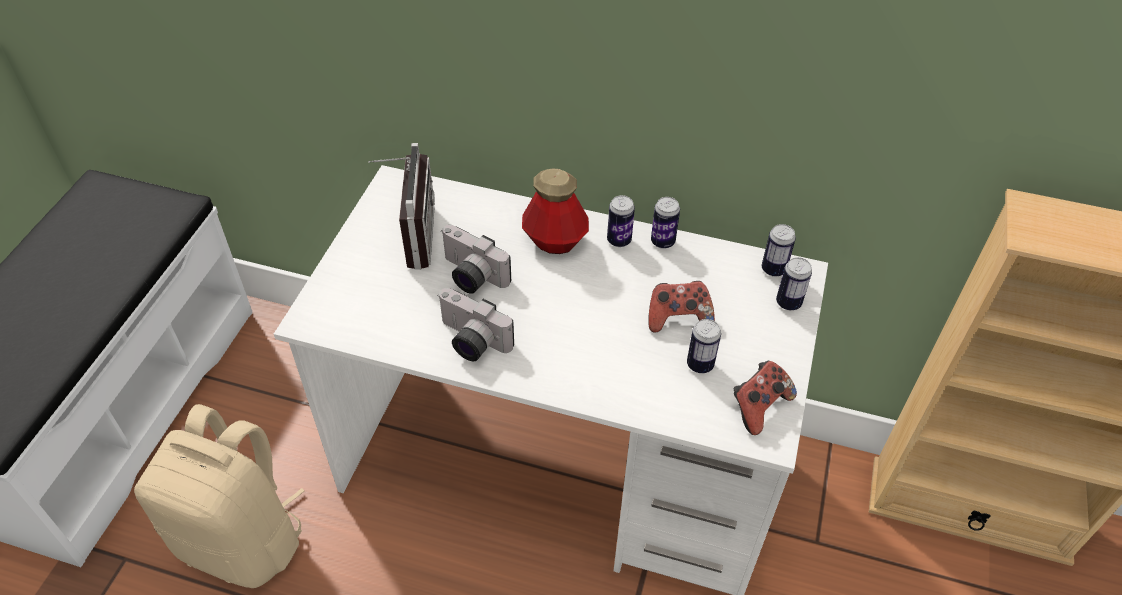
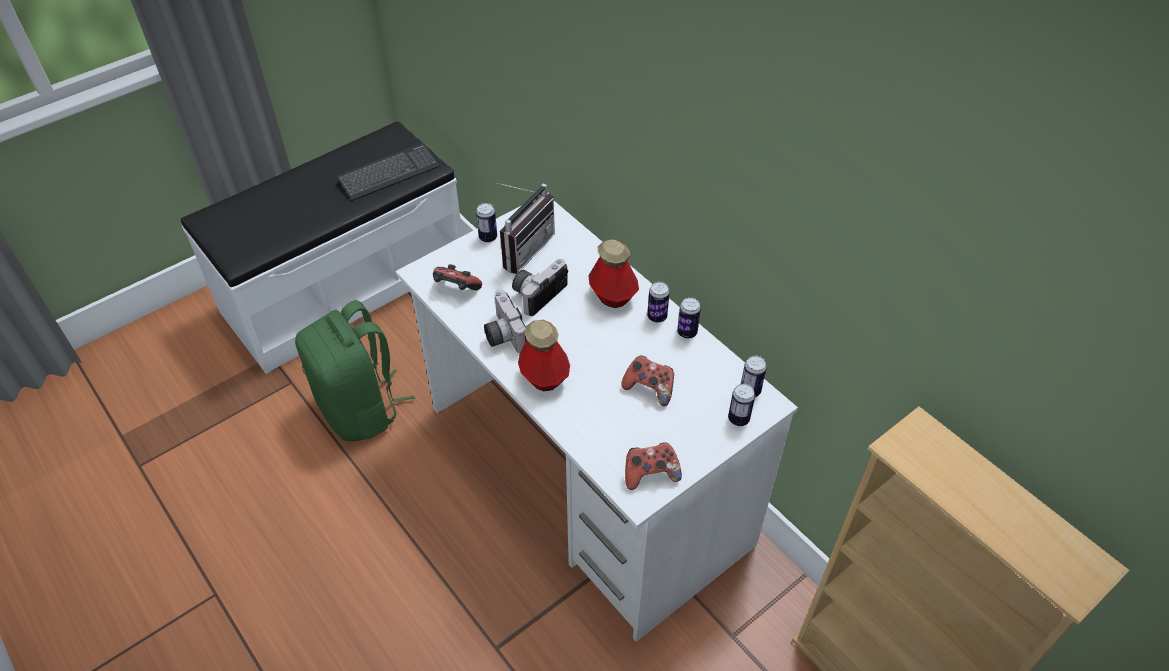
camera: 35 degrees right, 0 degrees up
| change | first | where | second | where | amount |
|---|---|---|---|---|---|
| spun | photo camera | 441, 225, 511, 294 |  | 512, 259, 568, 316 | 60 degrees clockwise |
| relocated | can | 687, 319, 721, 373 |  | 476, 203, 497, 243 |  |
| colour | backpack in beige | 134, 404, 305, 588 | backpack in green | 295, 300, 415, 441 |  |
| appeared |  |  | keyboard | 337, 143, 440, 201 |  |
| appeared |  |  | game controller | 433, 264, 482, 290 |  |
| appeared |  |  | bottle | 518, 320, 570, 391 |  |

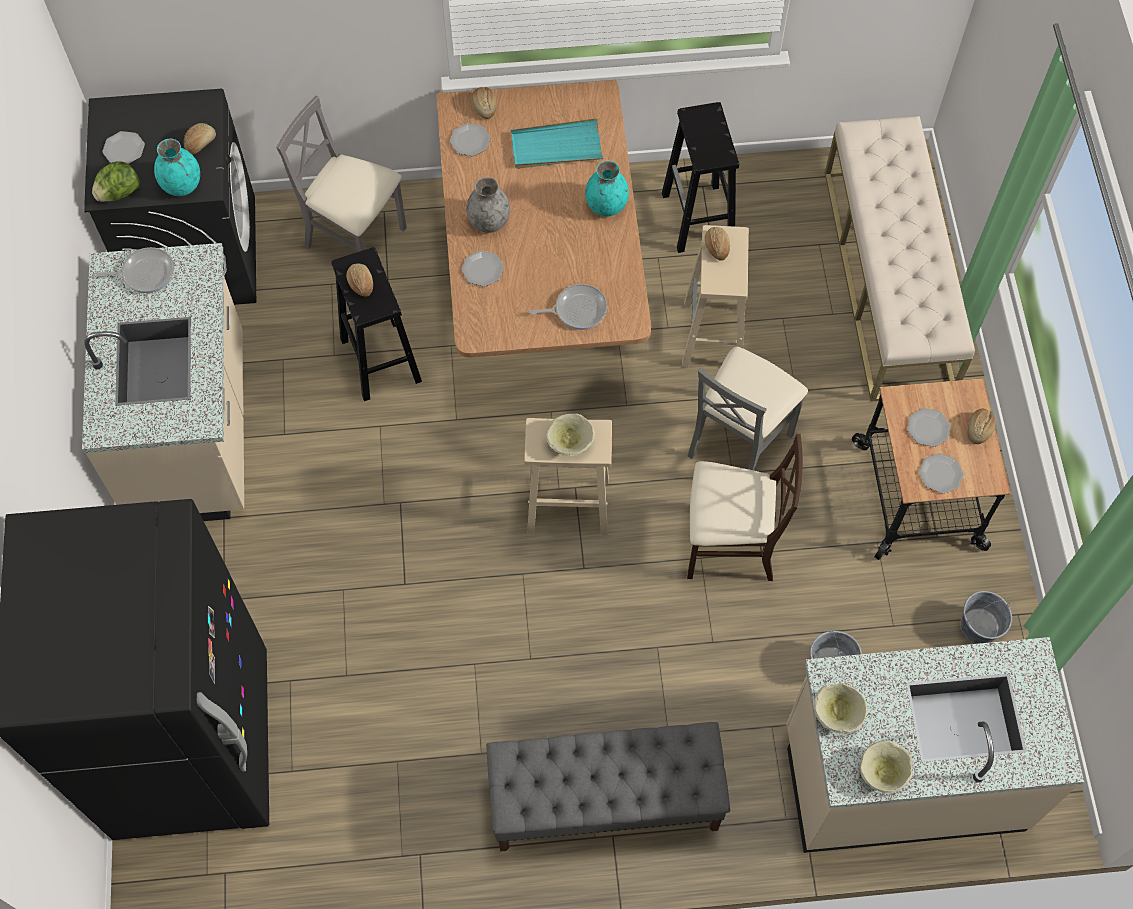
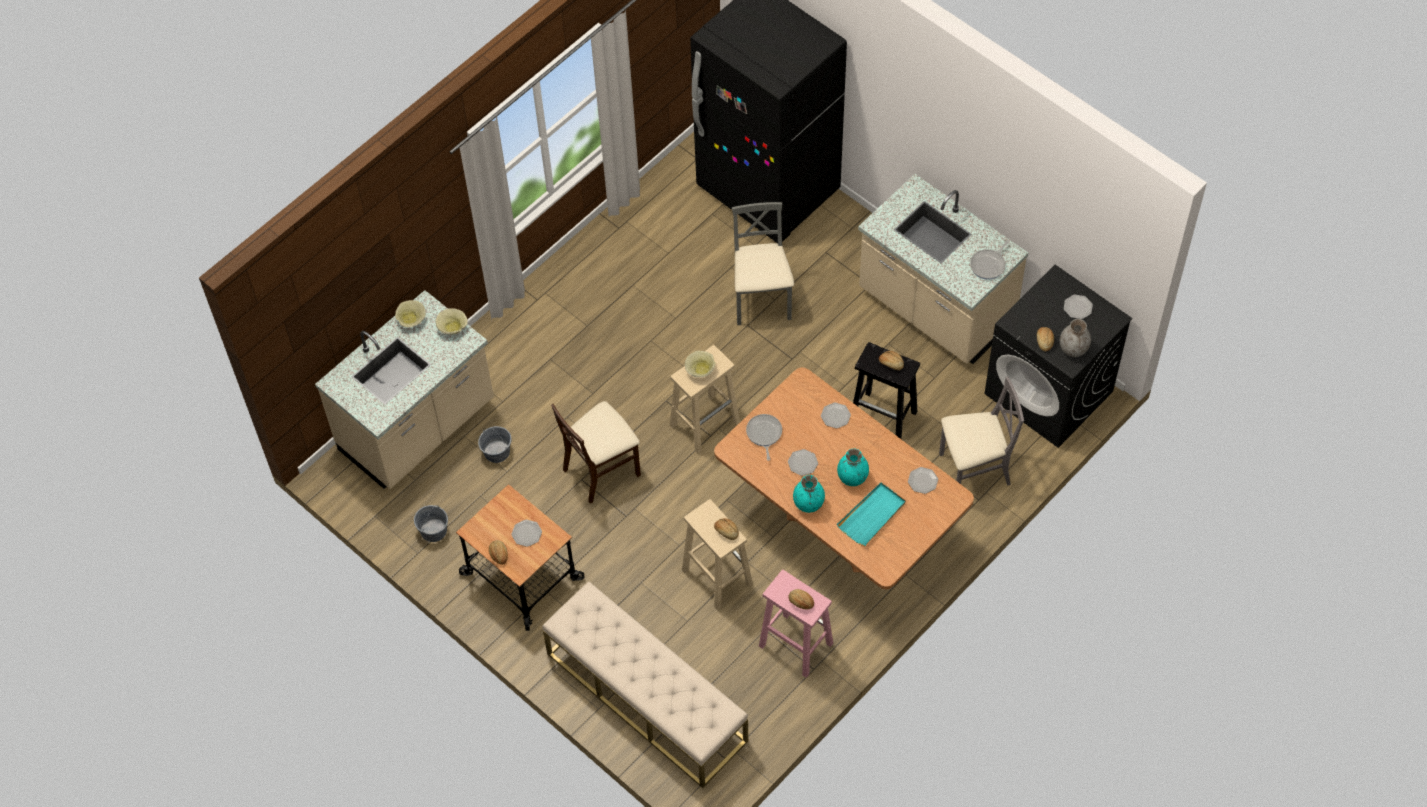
camera: 140 degrees right, 5 degrees down
| change | first | where | second | where | amount |
|---|---|---|---|---|---|
| relocated | bread | 472, 87, 497, 119 |  | 788, 589, 814, 609 |  |
| colour | stool in black | 662, 102, 739, 253 | stool in pink | 759, 570, 833, 678 |  |
| relocated | vase in turquoise | 154, 139, 200, 196 |  | 837, 449, 869, 486 |  |
| missing | lettuce | 92, 161, 140, 202 |  |  |  |
| relocated | vase in grey | 466, 177, 510, 233 |  | 1060, 319, 1091, 357 |  |
| spun | frying pan | 529, 284, 607, 330 |  | 746, 414, 782, 461 | 135 degrees clockwise |
| relocated | chair in grey | 688, 347, 808, 470 |  | 732, 202, 794, 325 |  |
| relocated | plate | 919, 453, 964, 493 |  | 788, 449, 818, 476 |  |
| missing | bench in grey | 486, 722, 730, 852 |  |  |  |

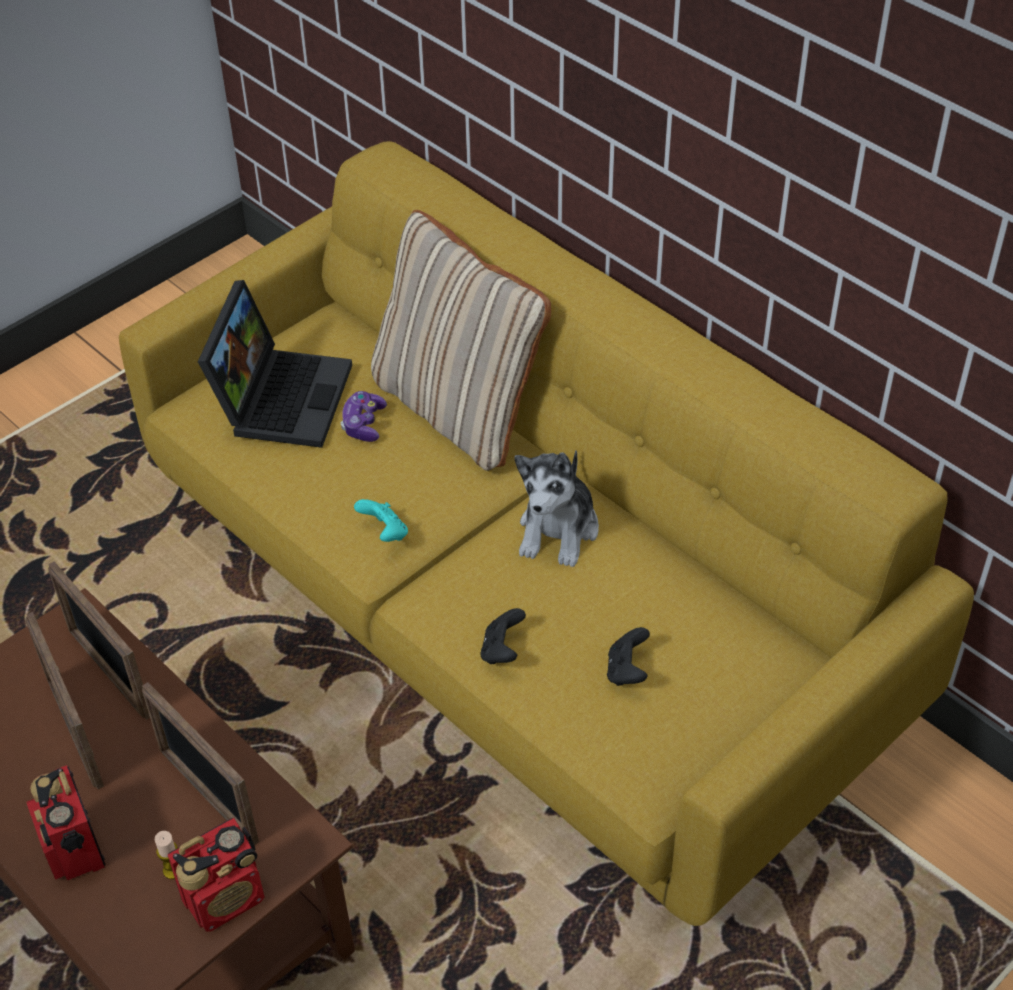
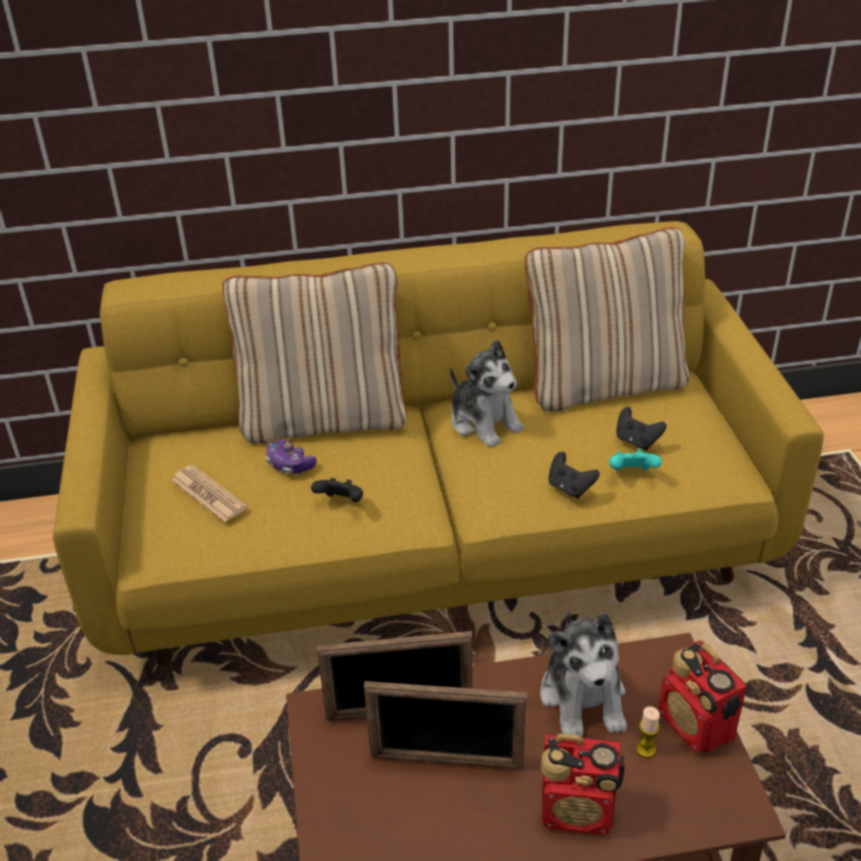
camera: 55 degrees left, 10 degrees down
| change | first | where | second | where | amount |
|---|---|---|---|---|---|
| exchanged | laptop | 198, 280, 352, 448 | newspaper | 172, 465, 247, 522 |  |
| relocated | game controller in turquoise | 354, 499, 408, 542 |  | 609, 449, 662, 471 |  |
| exchanged | picture frame | 142, 682, 259, 846 | plush toy | 540, 609, 627, 737 |  |
| spun | radio | 168, 818, 265, 931 |  | 658, 640, 747, 753 | 150 degrees clockwise |
| appeared |  |  | pillow in beige | 525, 227, 689, 411 |  |
| appeared |  |  | game controller in black | 311, 478, 363, 502 |  |

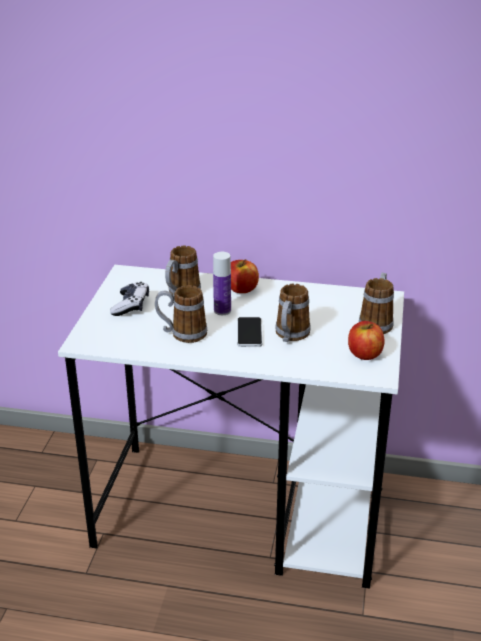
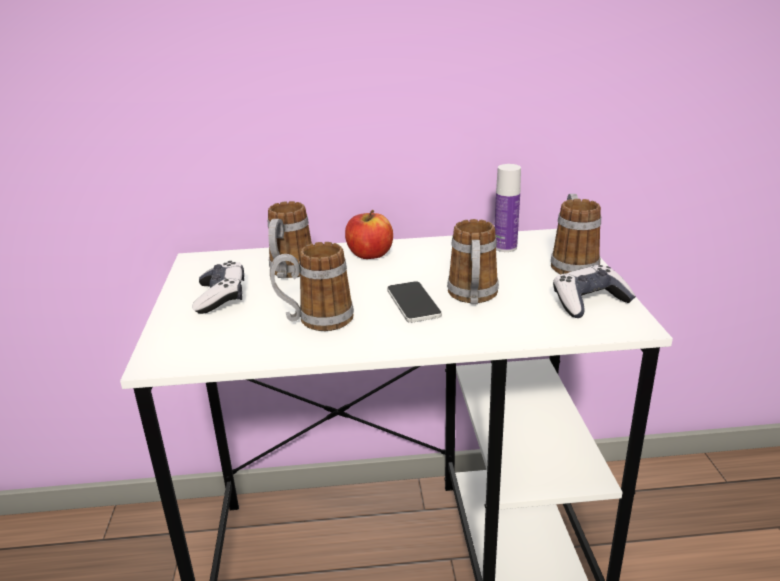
camera: 15 degrees left, 5 degrees down
| change | first | where | second | where | amount |
|---|---|---|---|---|---|
| relocated | bottle | 213, 252, 231, 315 |  | 495, 164, 521, 252 |  |
| exchanged | apple | 348, 321, 385, 360 | game controller | 553, 265, 636, 318 |  |

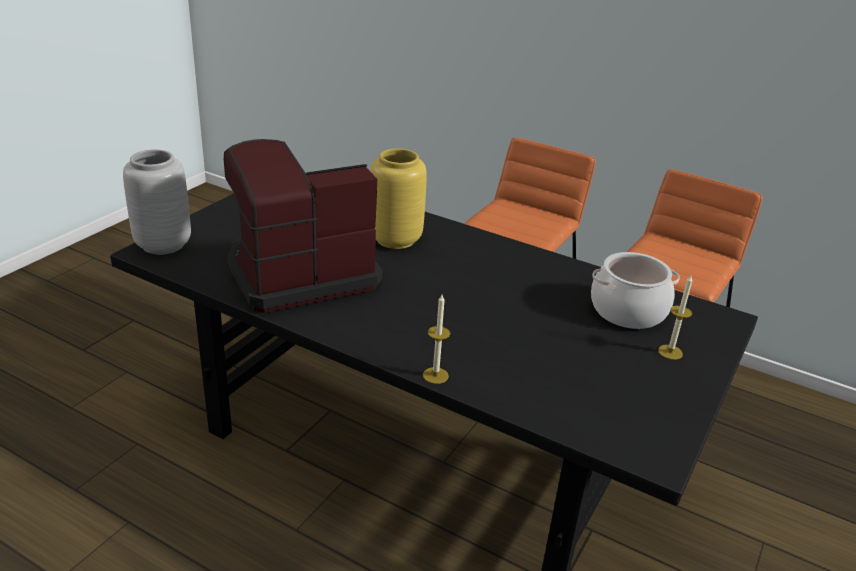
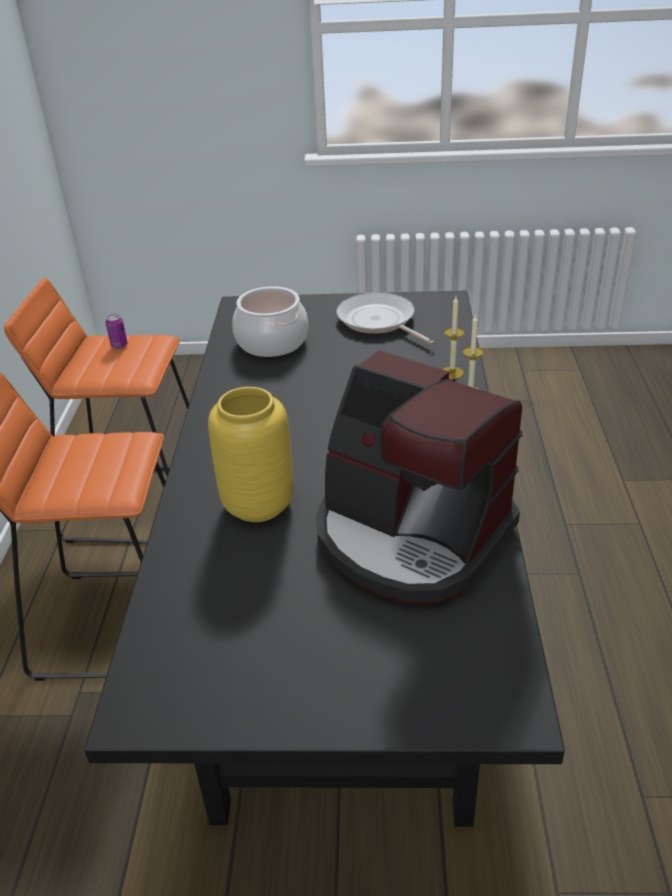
camera: 115 degrees left, 5 degrees up
| change | first | where | second | where | amount |
|---|---|---|---|---|---|
| missing | vase in grey | 123, 149, 191, 255 |  |  |  |
| relocated | candle | 658, 275, 692, 360 |  | 443, 297, 464, 379 |  |
| appeared |  |  | frying pan | 337, 292, 434, 345 |  |
| appeared |  |  | can | 106, 314, 128, 349 |  |

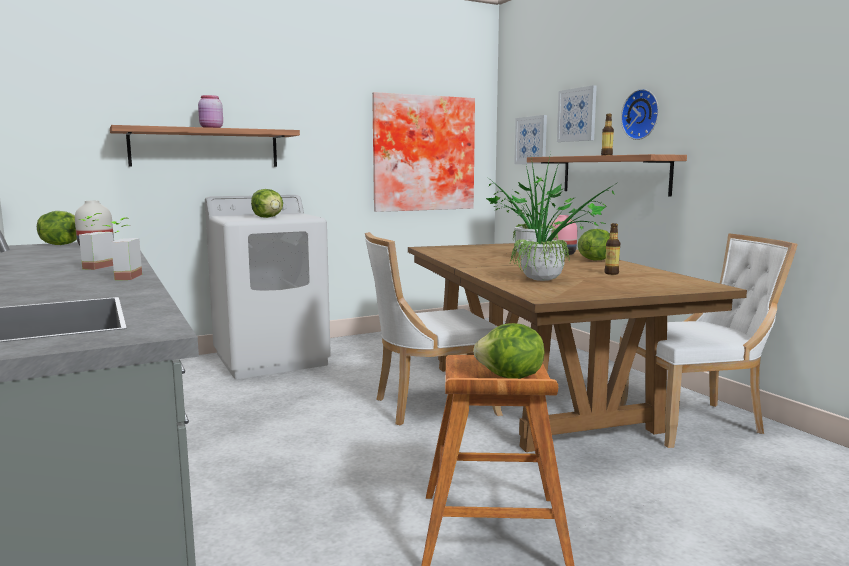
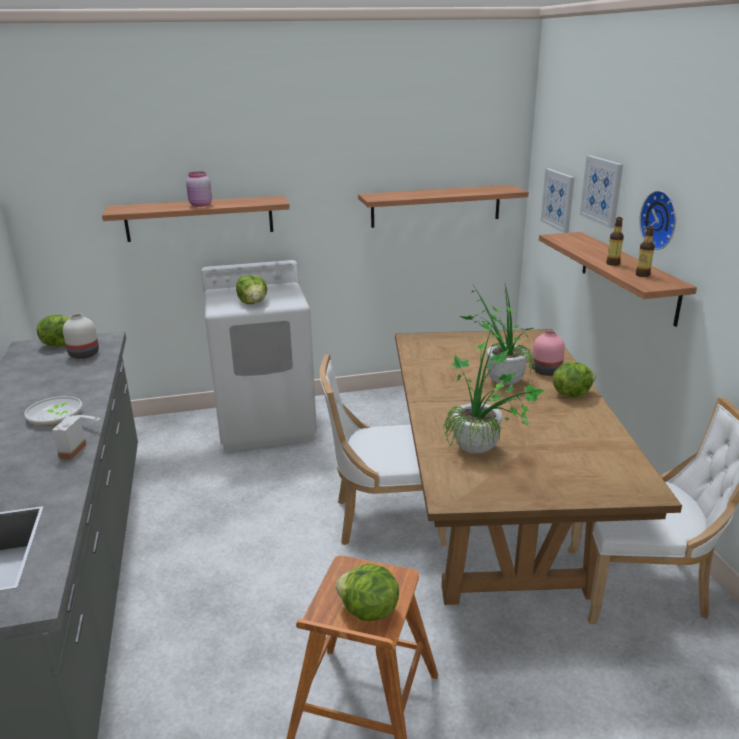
camera: 15 degrees right, 15 degrees up
| change | first | where | second | where | amount |
|---|---|---|---|---|---|
| exchanged | picture | 372, 92, 475, 212 | shelf | 358, 185, 529, 228 |  |
| exchanged | potted plant | 79, 213, 113, 270 | frying pan | 24, 396, 101, 426 |  |
| relocated | bottle | 604, 223, 620, 275 |  | 636, 226, 655, 277 |  |

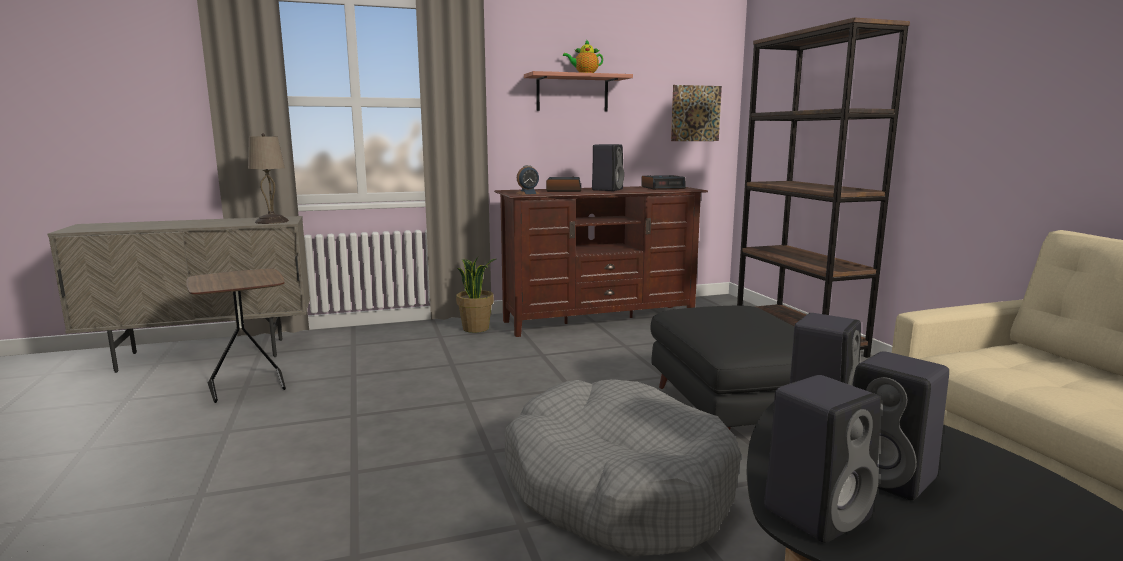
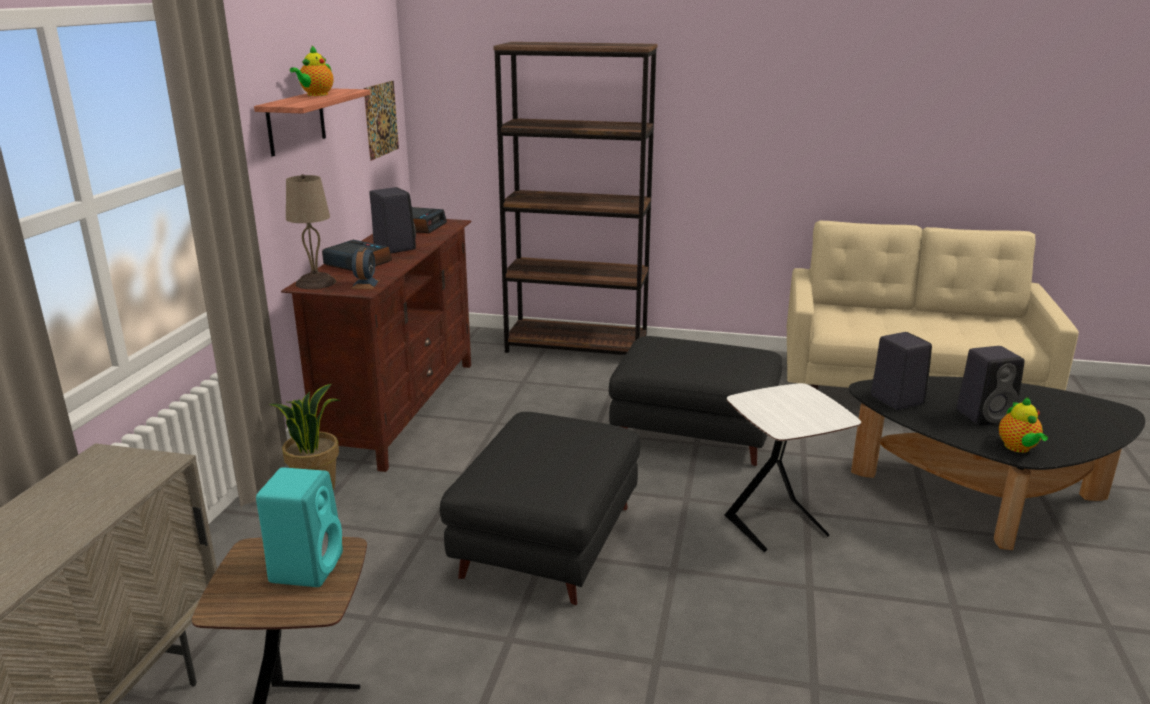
camera: 60 degrees left, 10 degrees up
| change | first | where | second | where | amount |
|---|---|---|---|---|---|
| relocated | table lamp in beige | 248, 133, 289, 224 |  | 286, 174, 336, 289 |  |
| exchanged | speaker in black | 764, 375, 881, 543 | teapot | 999, 397, 1048, 453 |  |
| exchanged | dog bed in grey | 505, 379, 741, 557 | side table in white | 724, 383, 861, 552 |  |
| appeared |  |  | ottoman in black | 440, 412, 640, 605 |  |
| appeared |  |  | speaker in turquoise | 256, 468, 343, 587 |  |

